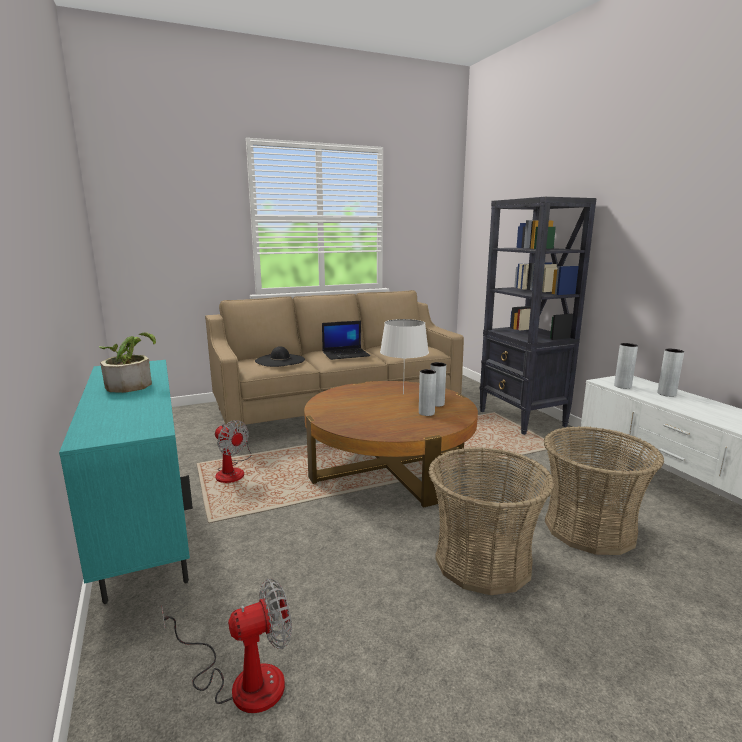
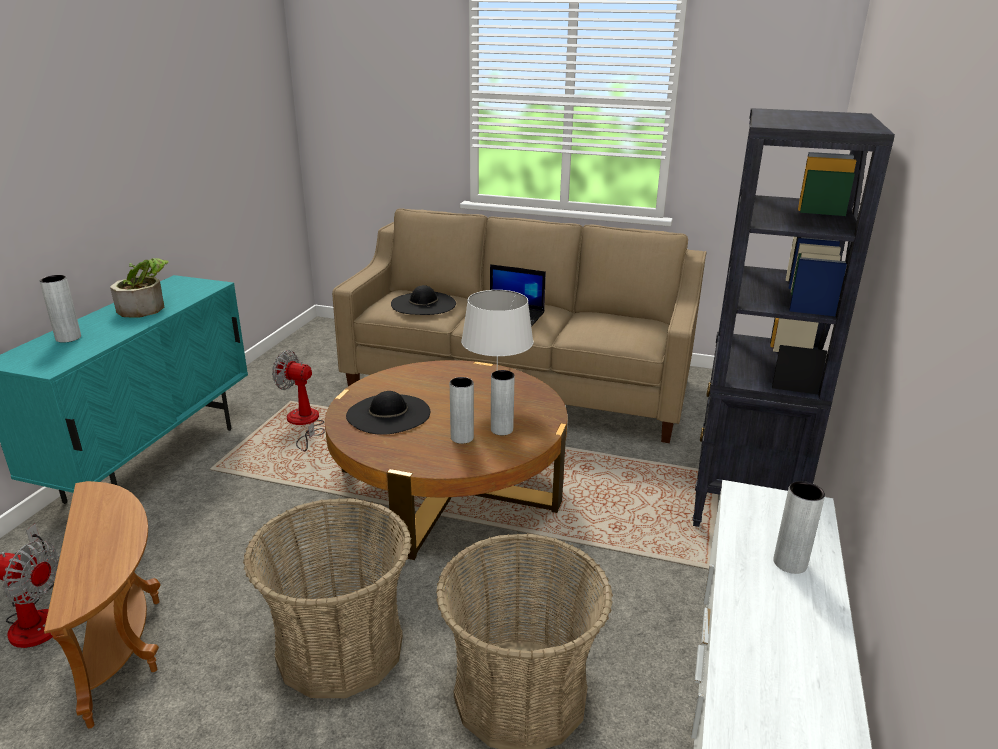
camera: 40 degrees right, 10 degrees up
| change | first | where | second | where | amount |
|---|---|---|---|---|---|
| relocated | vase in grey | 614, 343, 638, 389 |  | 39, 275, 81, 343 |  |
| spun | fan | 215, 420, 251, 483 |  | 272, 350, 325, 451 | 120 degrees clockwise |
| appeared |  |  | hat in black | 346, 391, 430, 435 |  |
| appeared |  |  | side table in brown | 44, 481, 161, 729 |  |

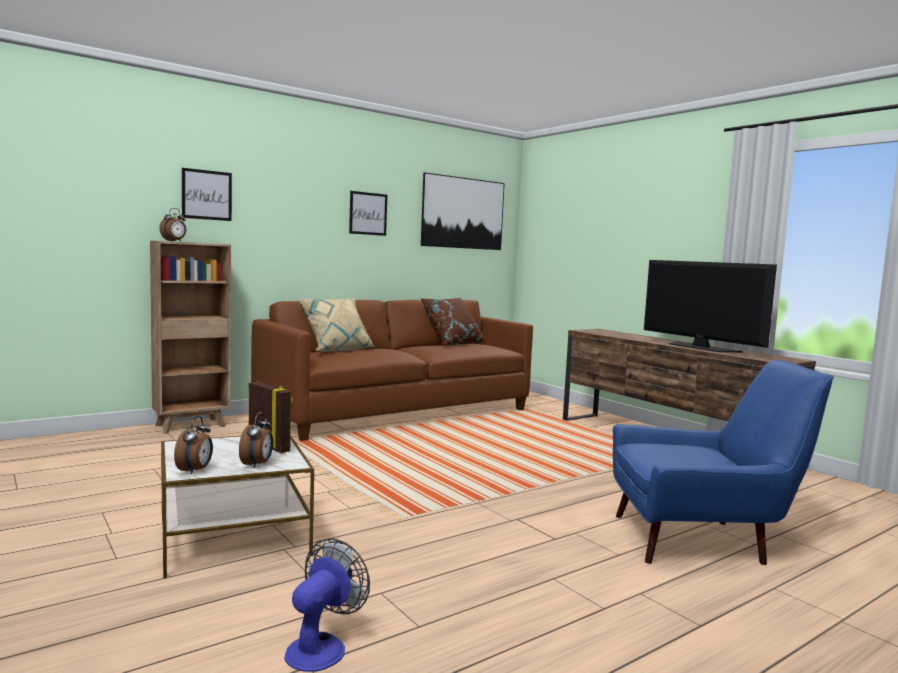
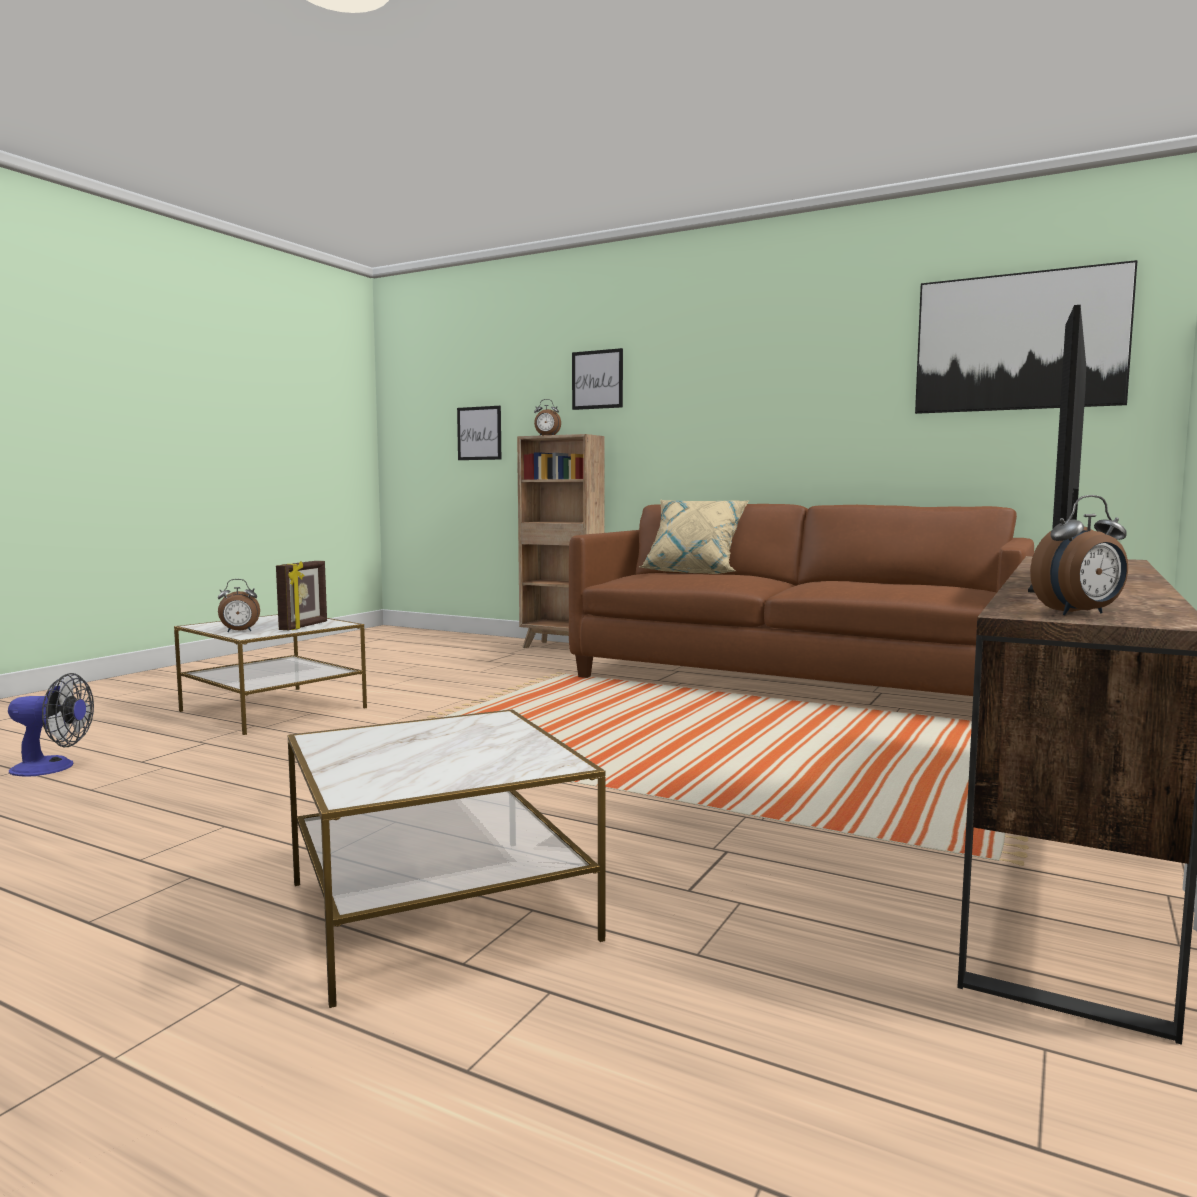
camera: 65 degrees right, 0 degrees up
| change | first | where | second | where | amount |
|---|---|---|---|---|---|
| relocated | picture | 349, 191, 387, 236 |  | 457, 406, 501, 460 |  |
| missing | pillow in brown | 420, 298, 484, 345 |  |  |  |
| exchanged | armchair in blue | 613, 360, 834, 565 | side table | 288, 709, 606, 1008 |  |
| relocated | alarm clock | 174, 416, 213, 474 |  | 1030, 495, 1128, 615 |  |

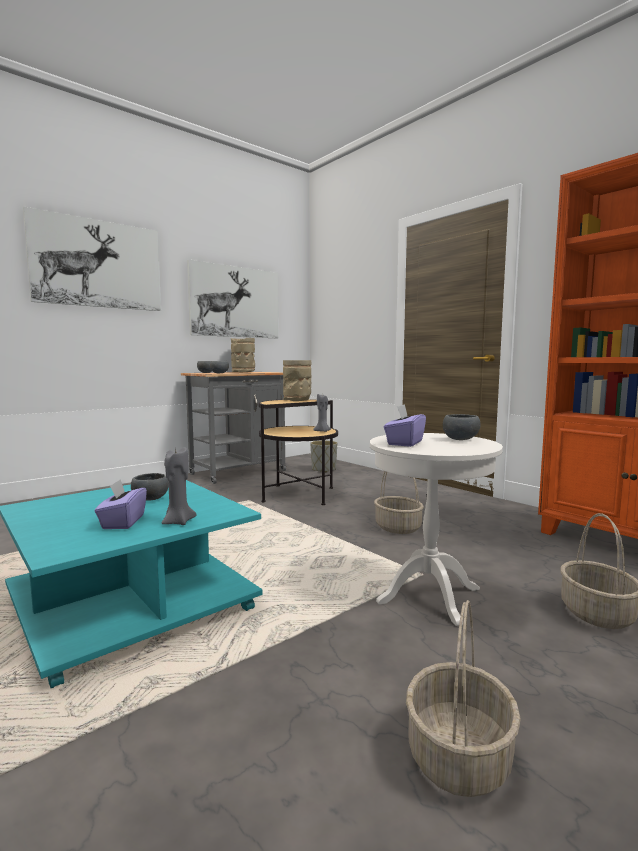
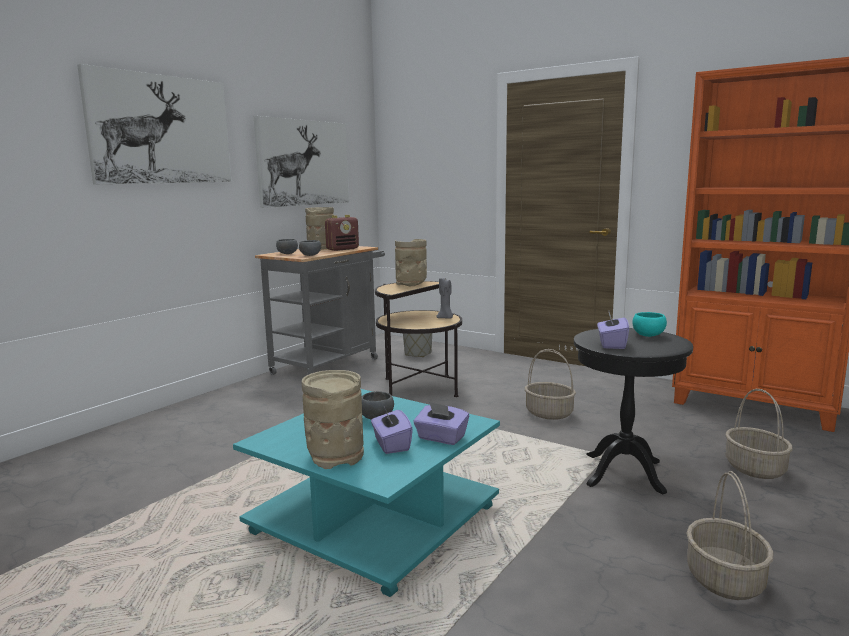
camera: 15 degrees left, 5 degrees up
| change | first | where | second | where | amount |
|---|---|---|---|---|---|
| colour | bowl in grey | 443, 414, 481, 440 | bowl in turquoise | 632, 312, 667, 337 |  |
| colour | side table in white | 370, 433, 503, 626 | side table in black | 574, 328, 693, 495 |  |
| exchanged | candle in grey | 162, 446, 197, 525 | tissue box in purple | 414, 402, 469, 445 |  |
| appeared |  |  | radio | 325, 215, 359, 251 |  |
| appeared |  |  | vase in beige | 302, 370, 364, 469 |  |

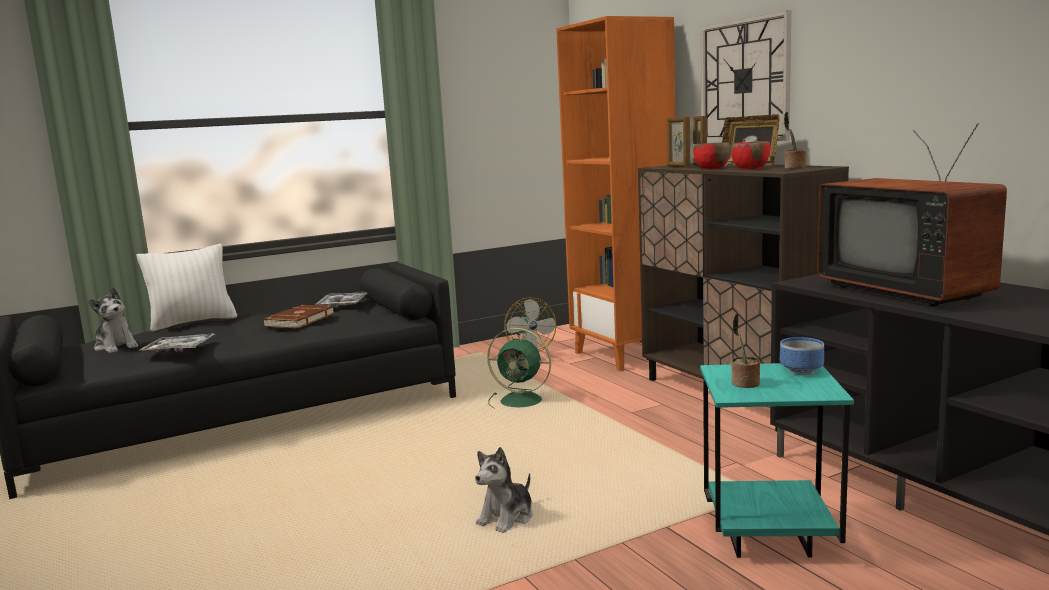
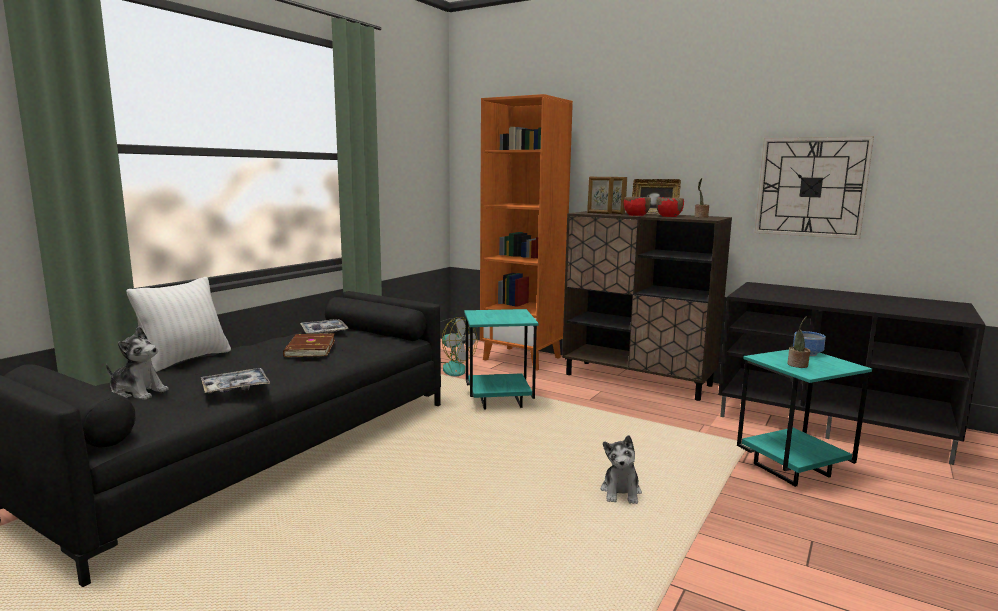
camera: 30 degrees left, 0 degrees up
| change | first | where | second | where | amount |
|---|---|---|---|---|---|
| relocated | wall clock | 701, 10, 791, 142 |  | 755, 136, 874, 239 |  |
| missing | television | 817, 123, 1007, 307 |  |  |  |
| exchanged | fan in green | 487, 328, 551, 408 | side table in turquoise | 464, 309, 539, 409 |  |

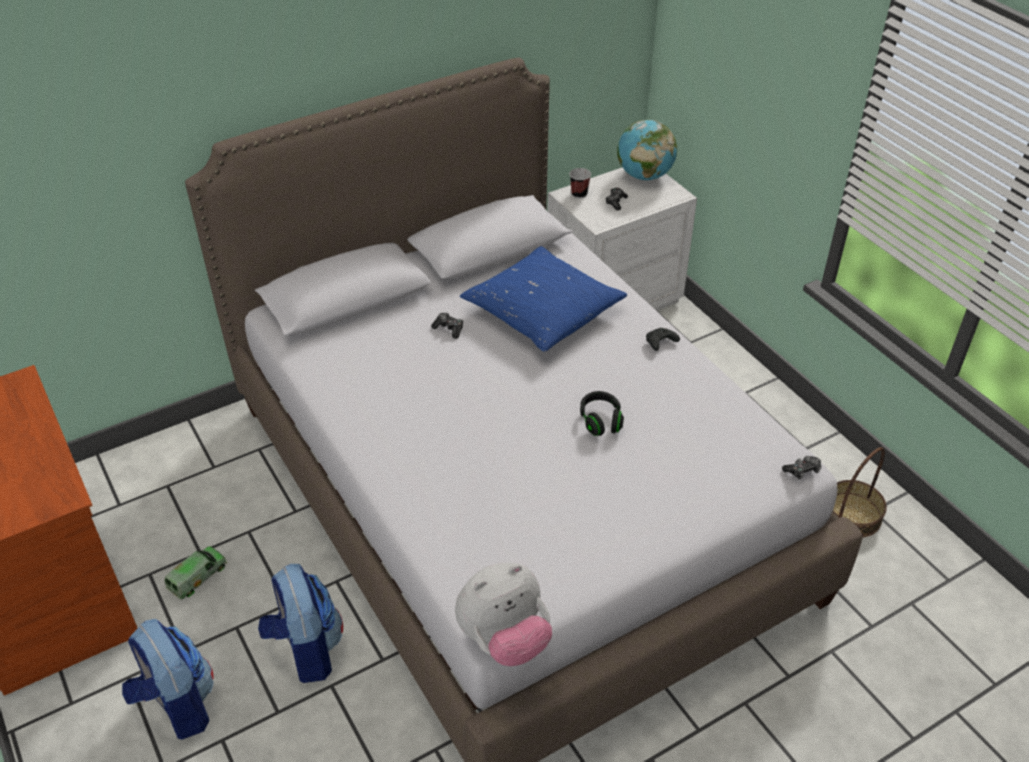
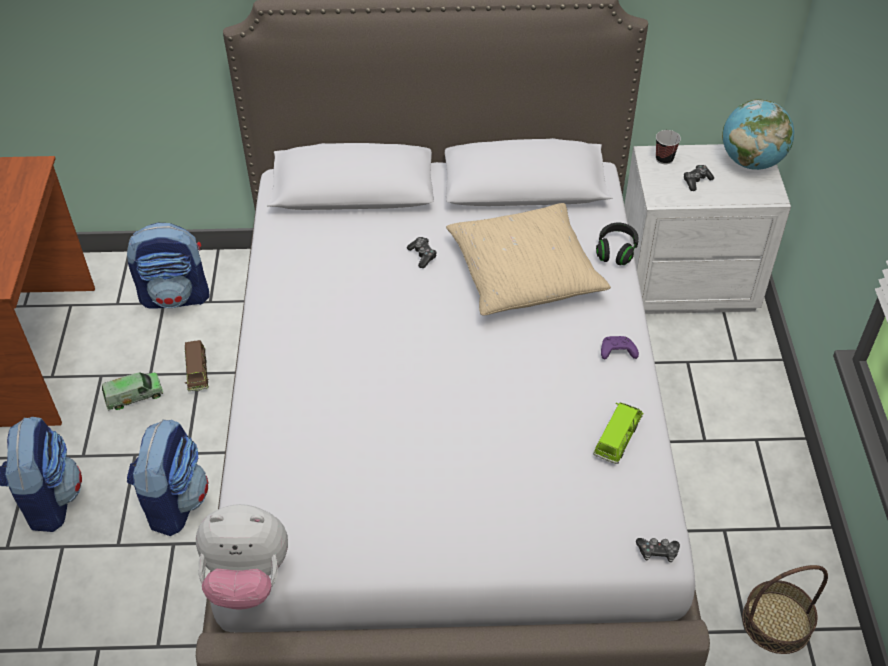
camera: 30 degrees right, 5 degrees up
| change | first | where | second | where | amount |
|---|---|---|---|---|---|
| colour | pillow in blue | 460, 246, 627, 352 | pillow in beige | 446, 203, 611, 316 |  |
| colour | game controller in black | 646, 328, 680, 351 | game controller in purple | 601, 336, 639, 359 |  |
| relocated | headphones in black | 580, 391, 624, 436 |  | 596, 222, 638, 265 |  |
| appeared |  |  | backpack | 127, 223, 210, 309 |  |
| appeared |  |  | toy car in brown | 185, 340, 209, 391 |  |
| appeared |  |  | toy car in green | 593, 403, 644, 464 |  |

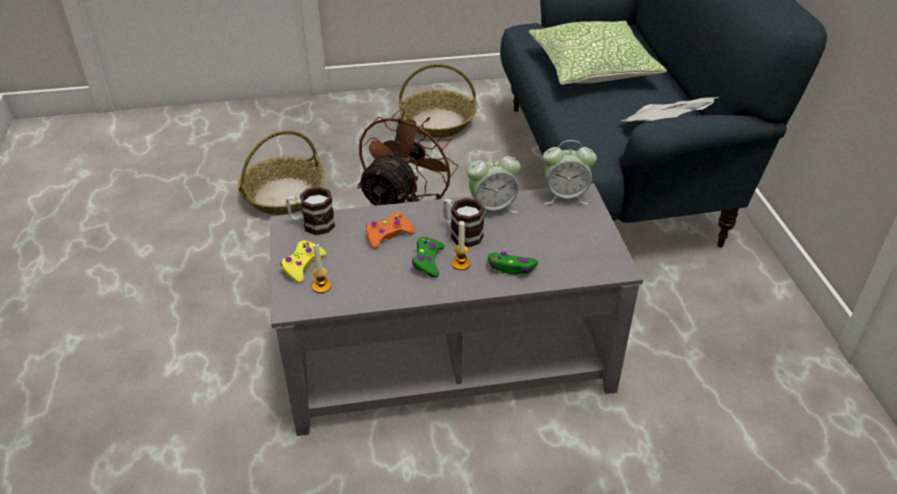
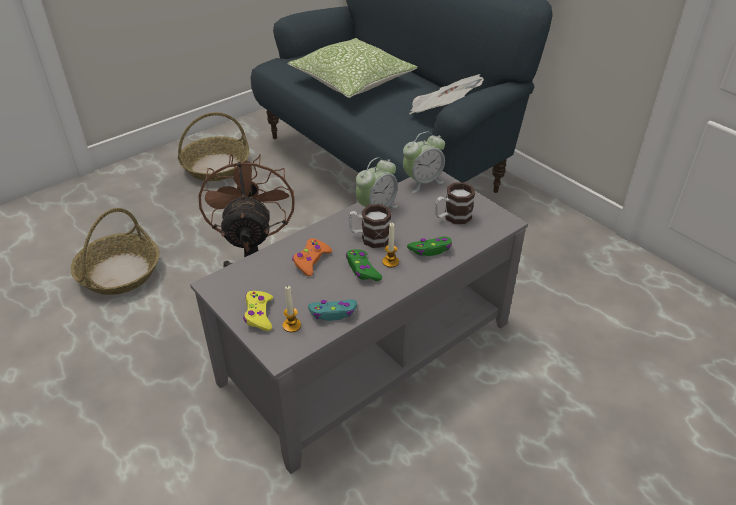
camera: 30 degrees left, 0 degrees up
| change | first | where | second | where | amount |
|---|---|---|---|---|---|
| relocated | mug | 286, 187, 335, 235 |  | 435, 182, 475, 224 |  |
| appeared |  |  | game controller in turquoise | 308, 299, 357, 321 |  |

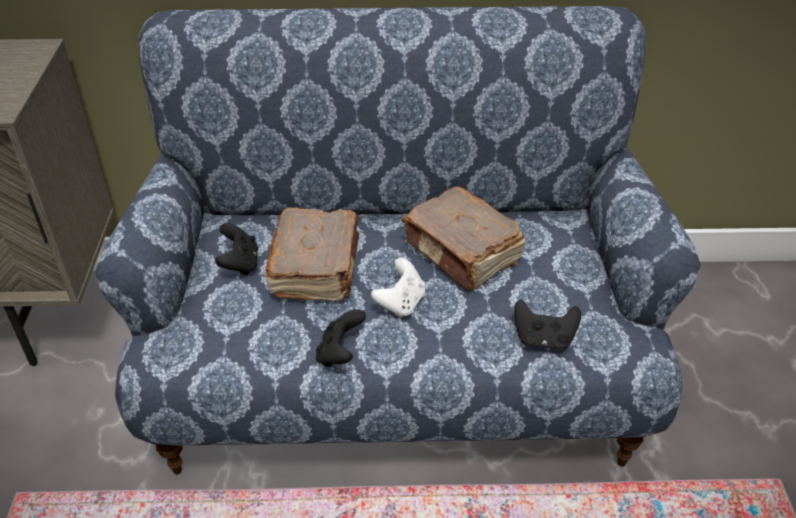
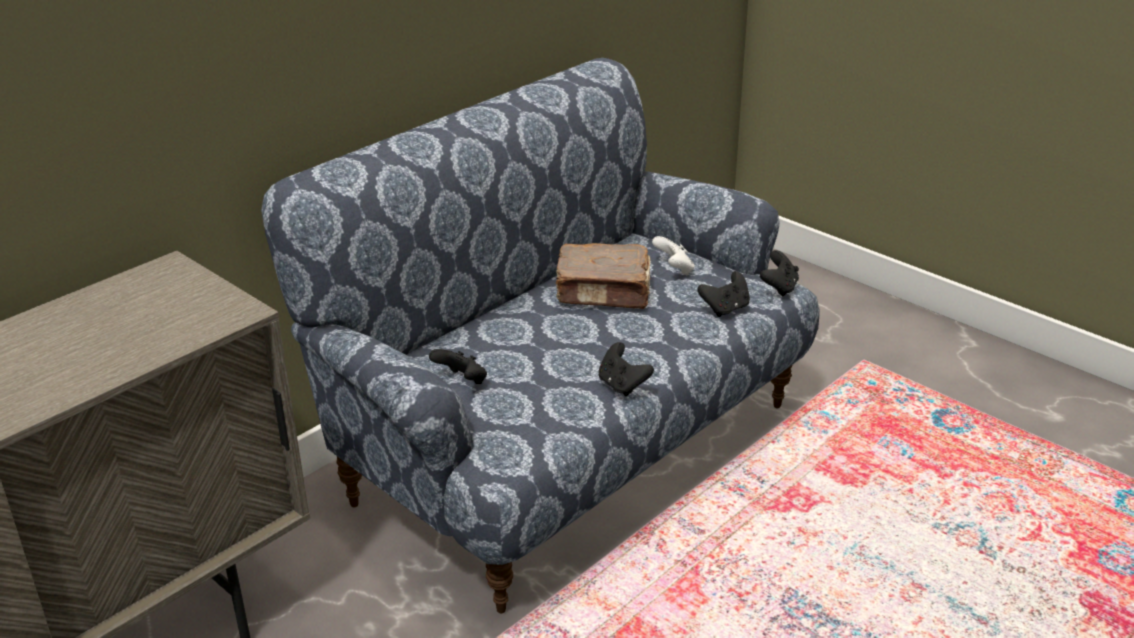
camera: 45 degrees left, 10 degrees down
| change | first | where | second | where | amount |
|---|---|---|---|---|---|
| missing | book in brown | 265, 207, 359, 302 |  |  |  |
| relocated | game controller in white | 371, 258, 425, 318 |  | 652, 236, 695, 276 |  |
| appeared |  |  | game controller in black | 760, 250, 799, 297 |  |

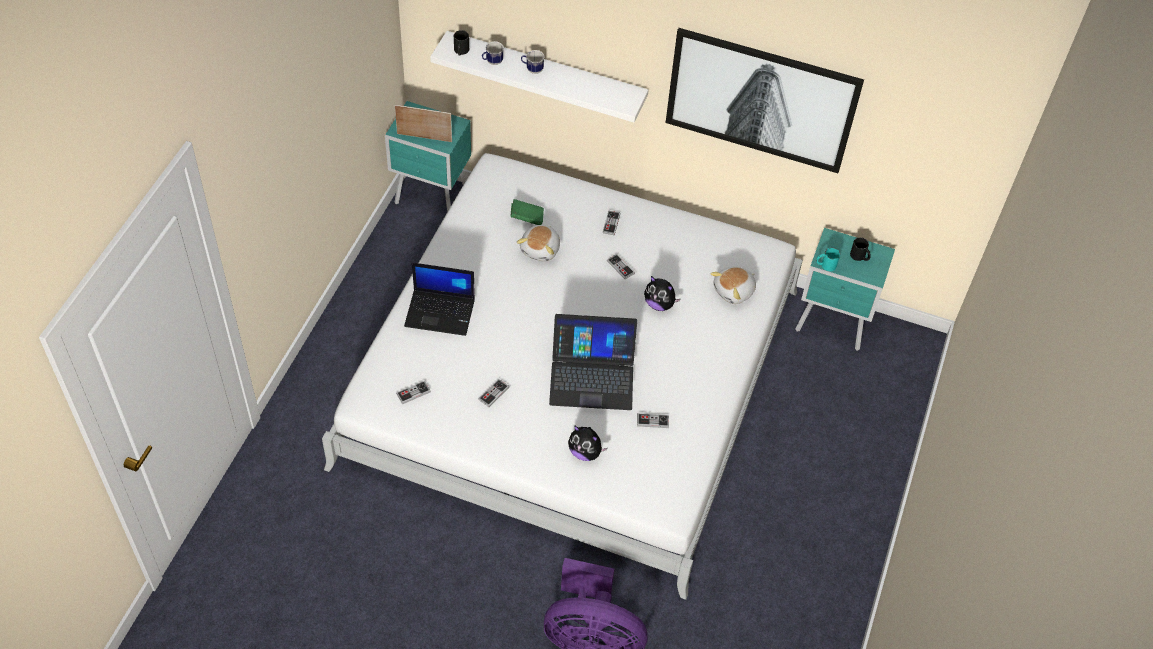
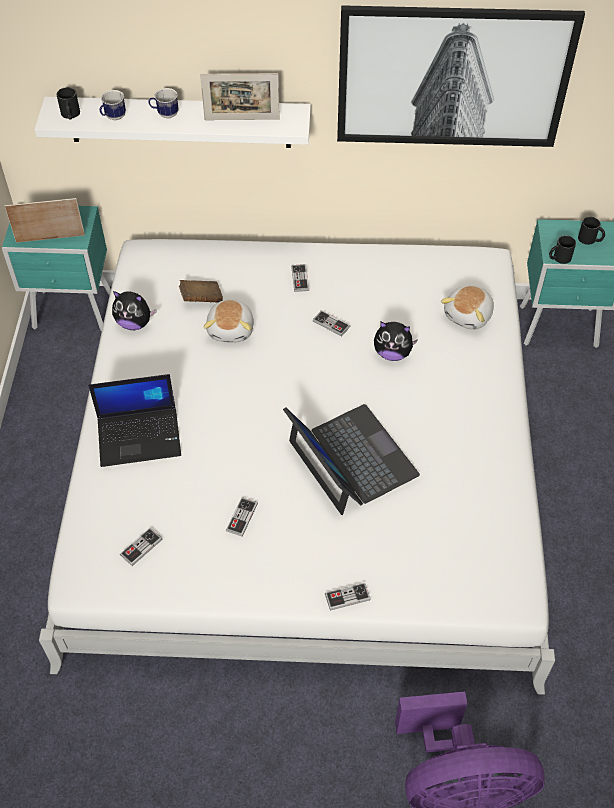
camera: 15 degrees left, 0 degrees up
| change | first | where | second | where | amount |
|---|---|---|---|---|---|
| colour | book in green | 511, 199, 544, 225 | book in brown | 179, 280, 223, 303 |  |
| colour | mug in turquoise | 816, 248, 840, 271 | mug in black | 549, 236, 576, 264 |  |
| spun | laptop | 549, 314, 637, 410 |  | 283, 404, 420, 515 | 105 degrees counterclockwise |
| relocated | game controller | 637, 413, 669, 428 |  | 325, 583, 371, 611 |  |
| relocated | plush toy | 568, 425, 608, 461 |  | 112, 291, 157, 330 |  |
| appeared |  |  | picture frame | 200, 73, 280, 120 |  |

